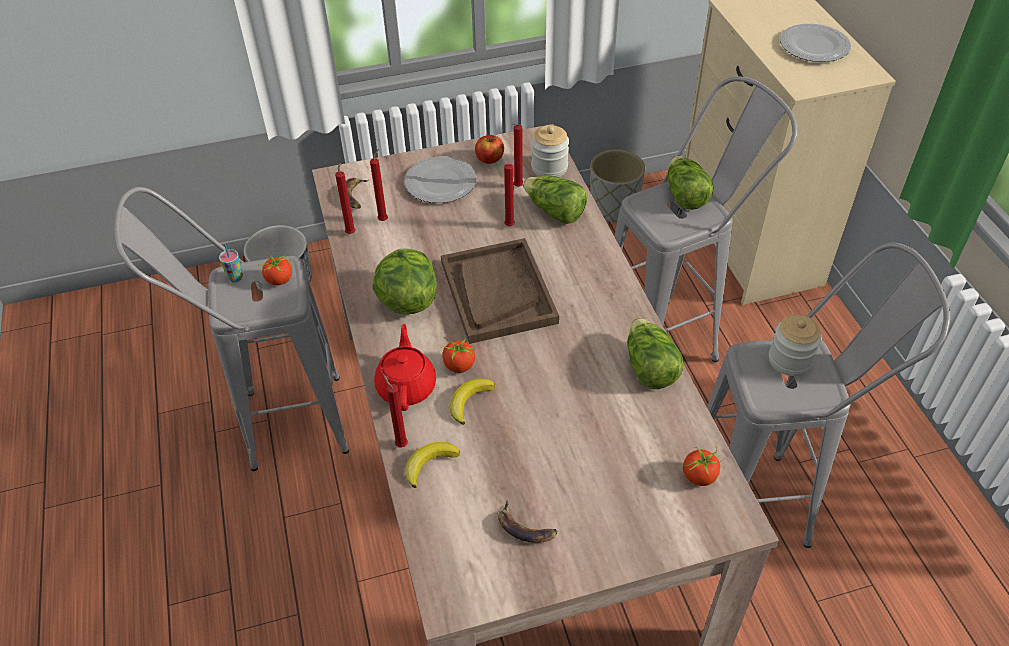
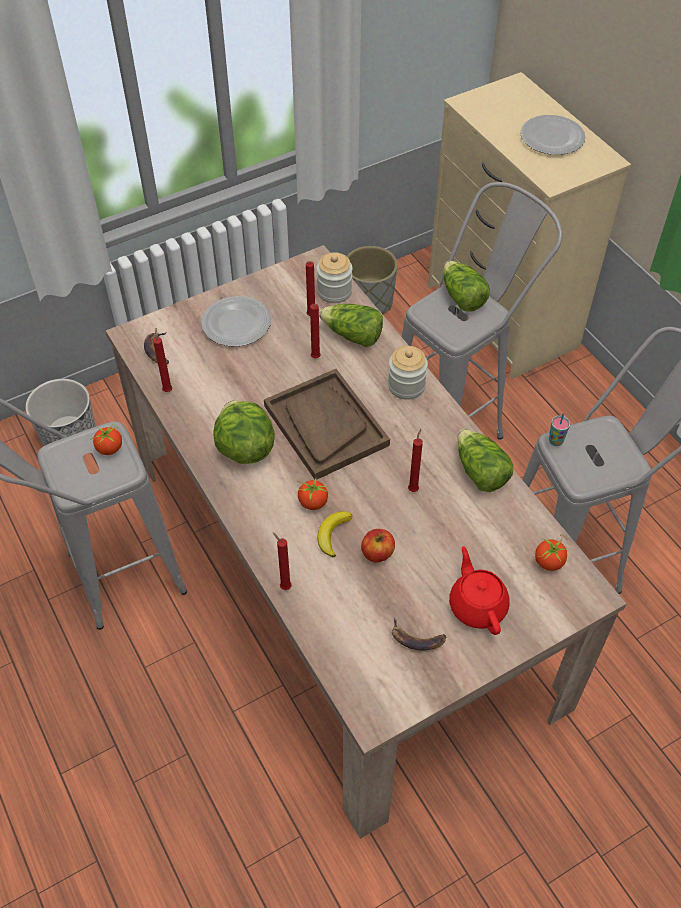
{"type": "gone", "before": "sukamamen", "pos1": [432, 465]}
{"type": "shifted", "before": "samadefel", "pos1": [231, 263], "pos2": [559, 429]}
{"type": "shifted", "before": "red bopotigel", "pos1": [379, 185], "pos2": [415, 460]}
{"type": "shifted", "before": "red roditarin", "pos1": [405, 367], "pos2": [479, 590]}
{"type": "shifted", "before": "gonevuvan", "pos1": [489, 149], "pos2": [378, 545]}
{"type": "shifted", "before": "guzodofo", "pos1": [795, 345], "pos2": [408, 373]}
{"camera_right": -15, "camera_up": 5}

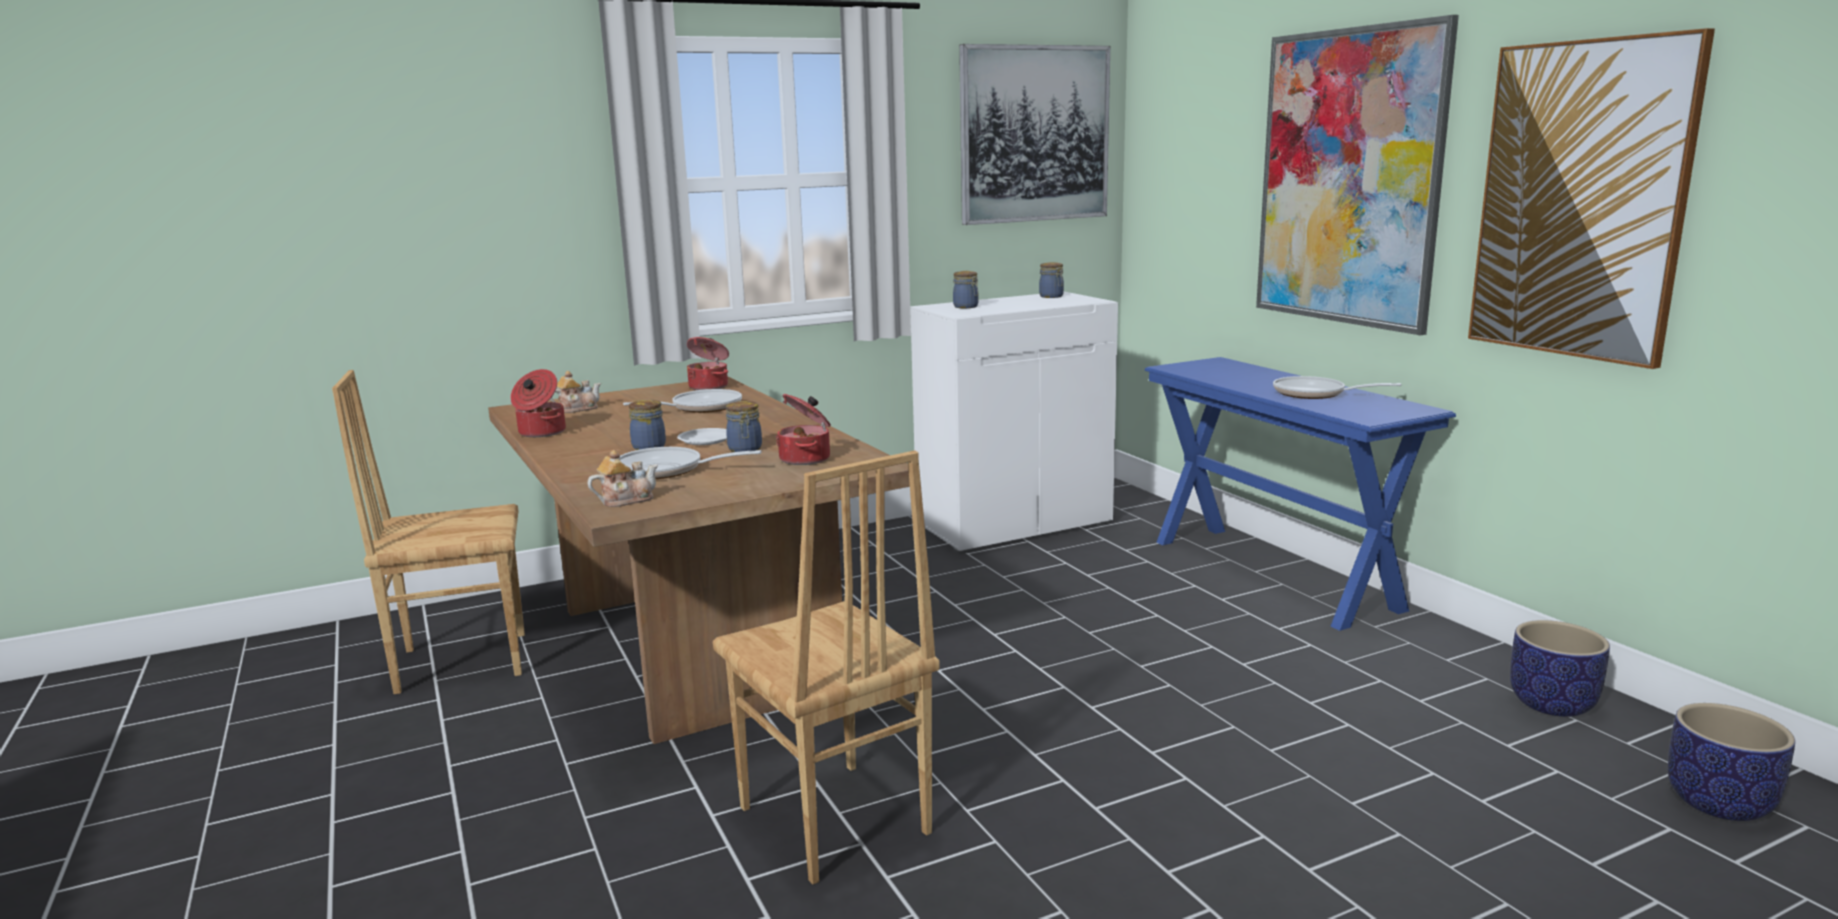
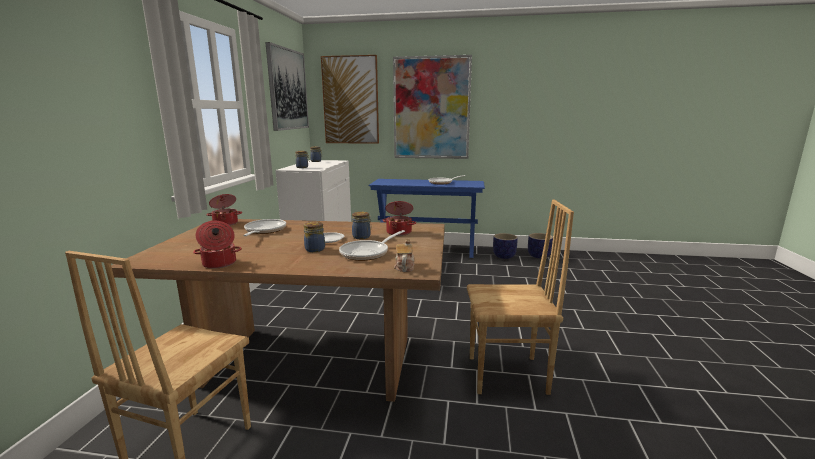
{"type": "gone", "before": "roditarin", "pos1": [575, 392]}
{"type": "shifted", "before": "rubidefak", "pos1": [1591, 198], "pos2": [350, 99]}
{"type": "shifted", "before": "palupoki", "pos1": [1731, 762], "pos2": [505, 246]}
{"camera_right": -55, "camera_up": 0}

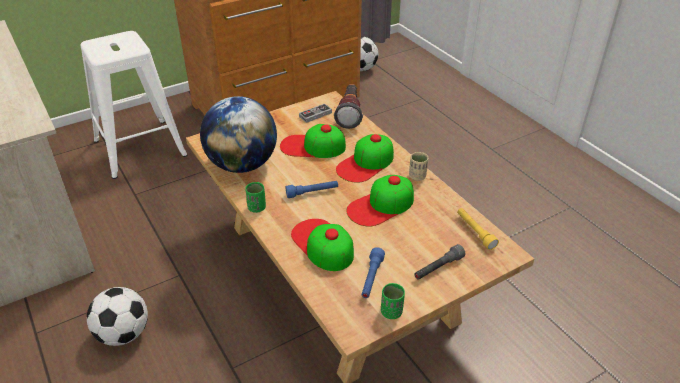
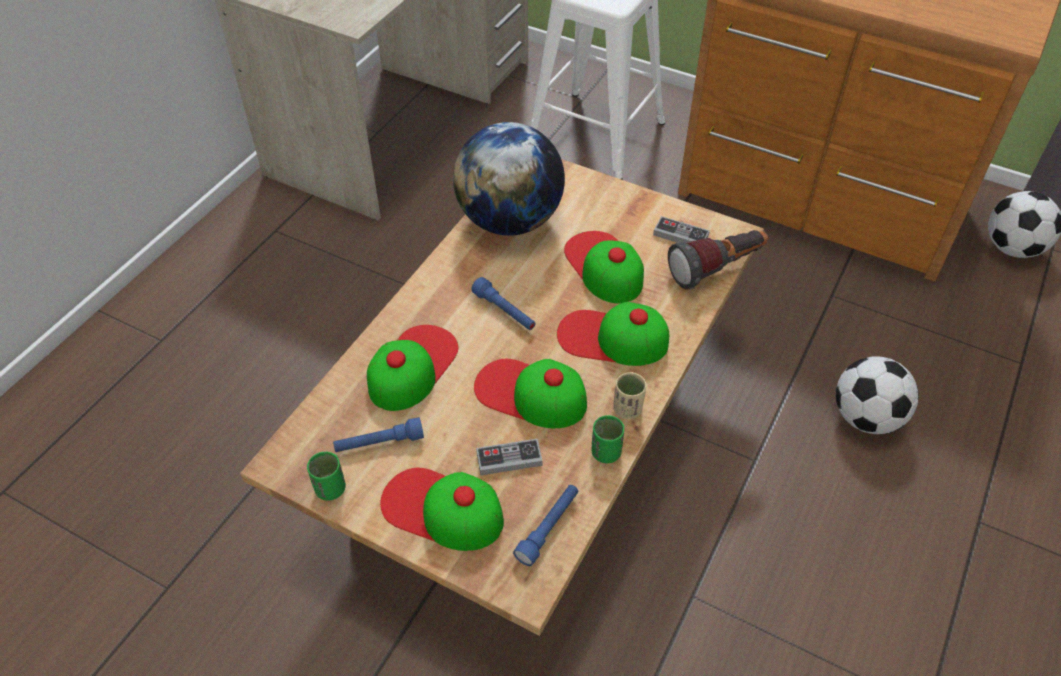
{"type": "new", "after": "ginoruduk", "pos2": [509, 457]}
{"type": "shifted", "before": "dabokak", "pos1": [117, 316], "pos2": [877, 395]}
{"type": "shifted", "before": "green samadefel", "pos1": [255, 197], "pos2": [608, 439]}
{"type": "swapped", "before": "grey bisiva", "after": "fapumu", "pos1": [439, 262], "pos2": [442, 509]}
{"type": "repainted", "before": "yellow bisiva", "after": "blue bisiva", "pos1": [478, 229], "pos2": [545, 525]}
{"camera_right": 60, "camera_up": 10}

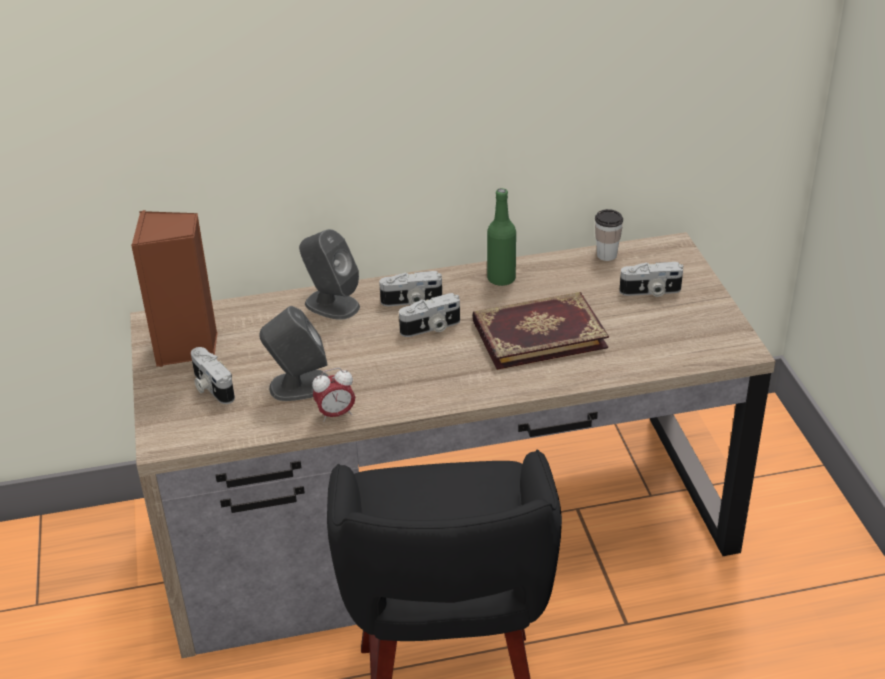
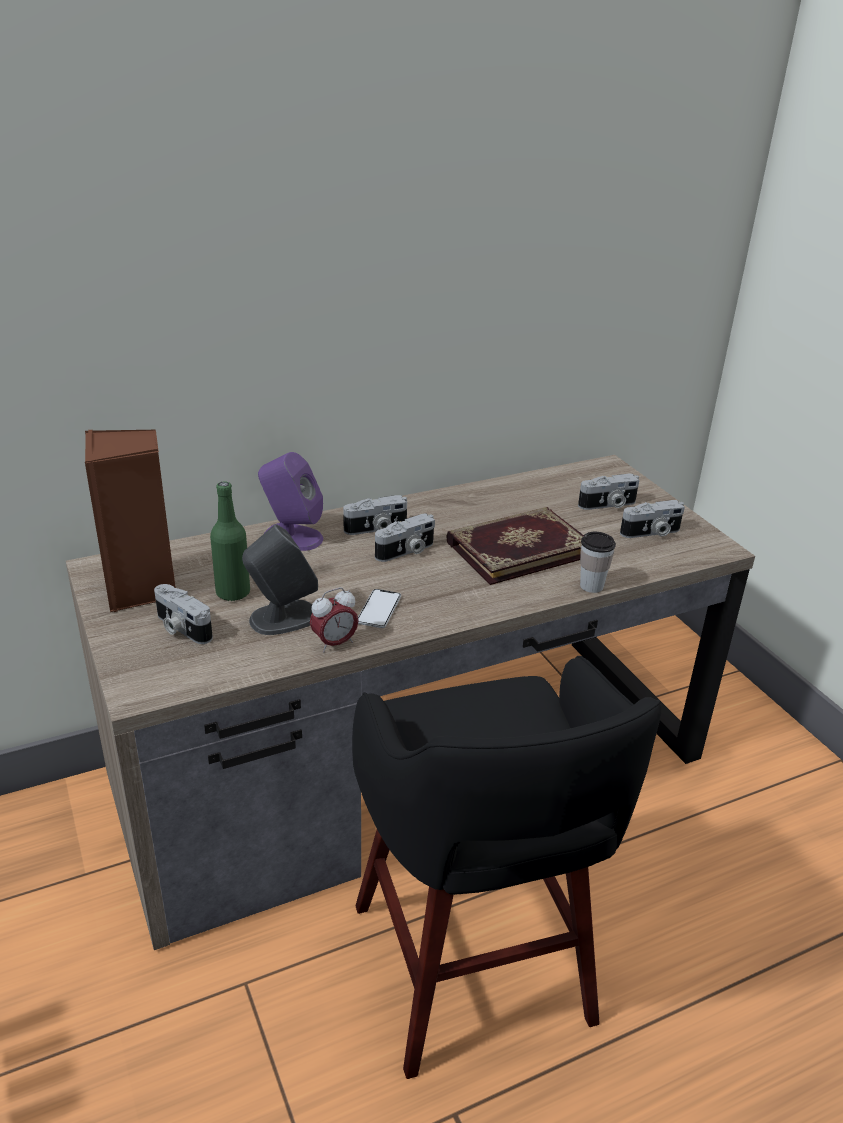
{"type": "new", "after": "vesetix", "pos2": [379, 608]}
{"type": "new", "after": "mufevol", "pos2": [652, 519]}
{"type": "shifted", "before": "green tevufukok", "pos1": [501, 237], "pos2": [230, 541]}
{"type": "shifted", "before": "samadefel", "pos1": [609, 235], "pos2": [598, 562]}
{"type": "repainted", "before": "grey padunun", "after": "purple padunun", "pos1": [329, 274], "pos2": [290, 501]}
{"camera_right": -15, "camera_up": -5}

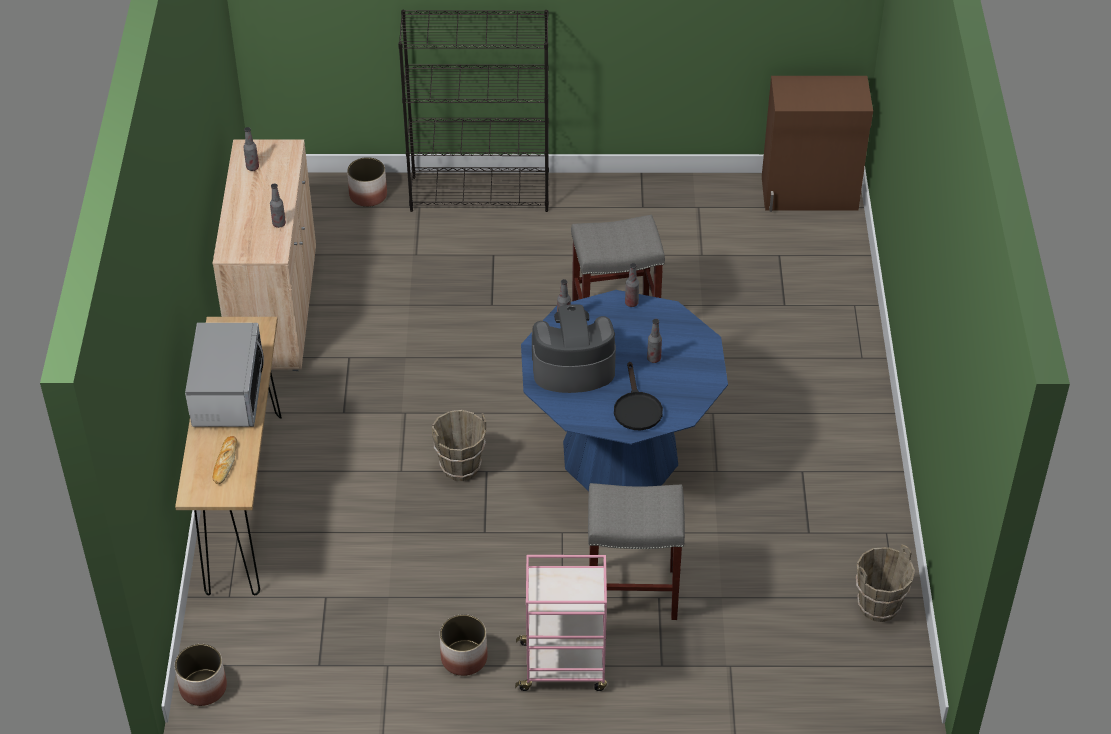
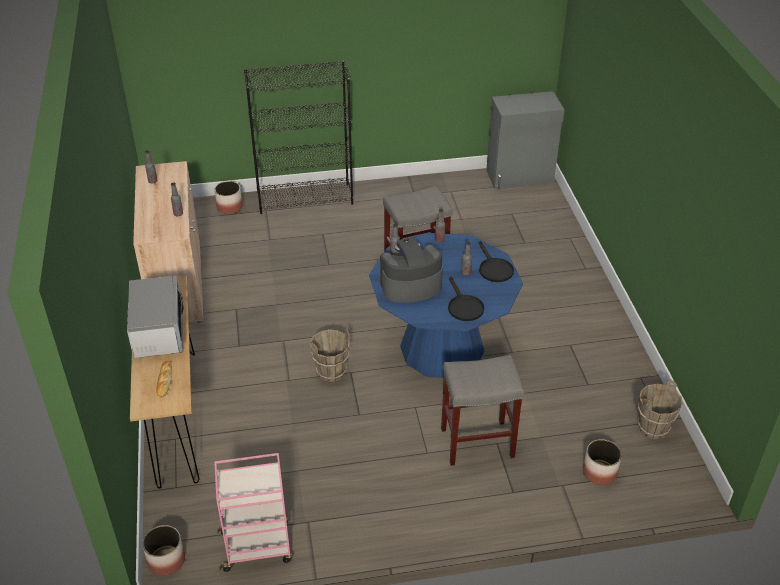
{"type": "new", "after": "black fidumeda", "pos2": [496, 261]}
{"type": "shifted", "before": "palupoki", "pos1": [464, 645], "pos2": [602, 462]}
{"type": "shifted", "before": "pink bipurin", "pos1": [561, 623], "pos2": [253, 512]}
{"type": "repainted", "before": "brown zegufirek", "after": "grey zegufirek", "pos1": [817, 144], "pos2": [525, 140]}
{"camera_right": -10, "camera_up": -5}

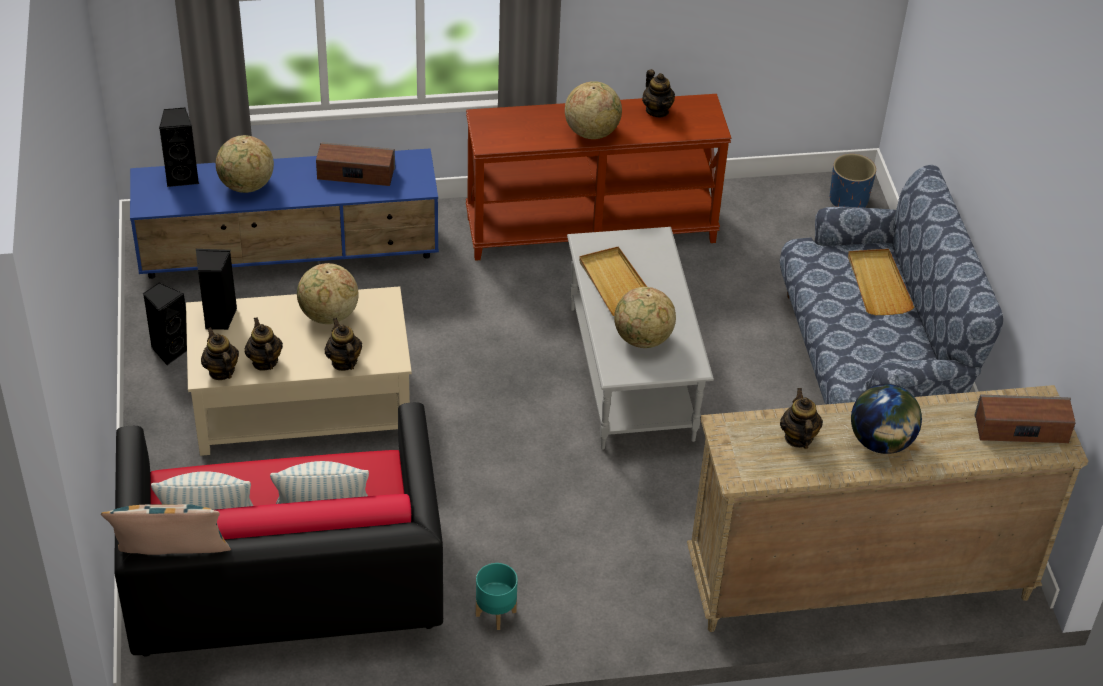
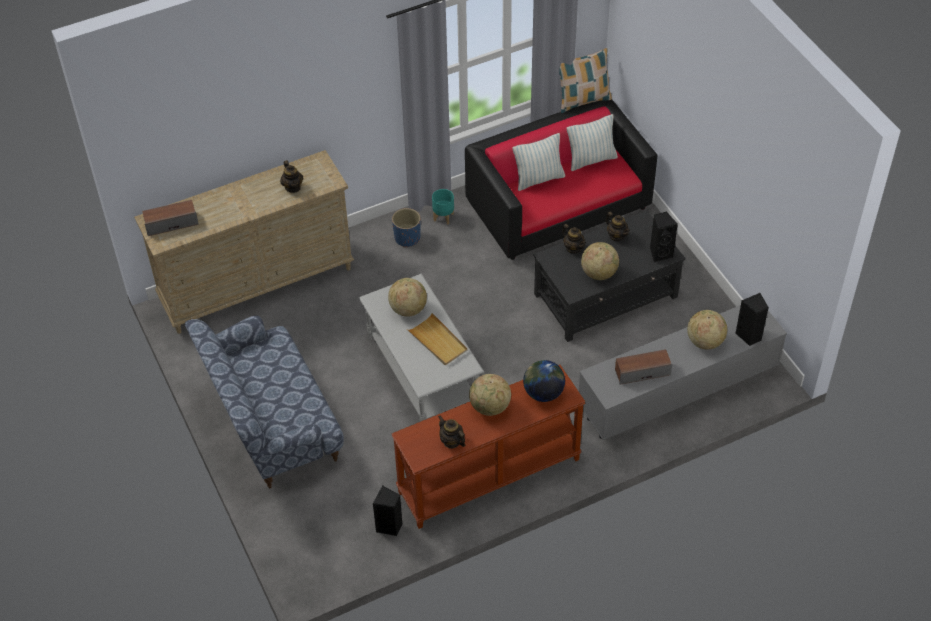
{"type": "gone", "before": "roditarin", "pos1": [220, 353]}
{"type": "gone", "before": "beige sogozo", "pos1": [881, 282]}
{"type": "shifted", "before": "black padunun", "pos1": [165, 323], "pos2": [388, 510]}
{"type": "shifted", "before": "blue palupoki", "pos1": [853, 181], "pos2": [406, 227]}
{"type": "shifted", "before": "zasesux", "pos1": [886, 419], "pos2": [544, 381]}
{"type": "repainted", "before": "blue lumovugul", "after": "grey lumovugul", "pos1": [284, 213], "pos2": [683, 372]}
{"type": "repainted", "before": "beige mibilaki", "after": "black mibilaki", "pos1": [299, 371], "pos2": [609, 276]}
{"camera_right": 165, "camera_up": 5}

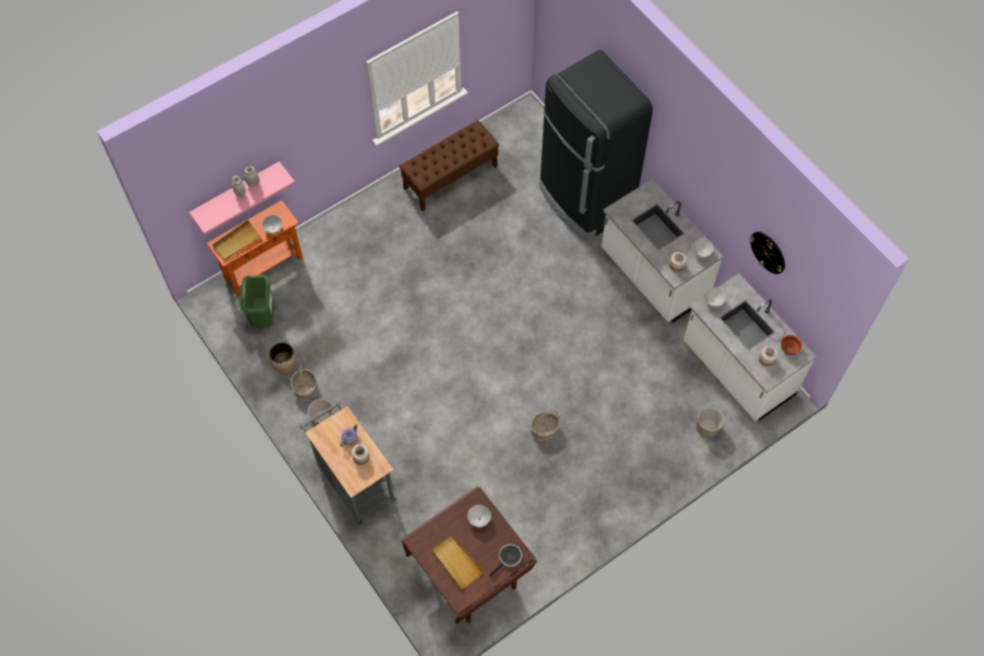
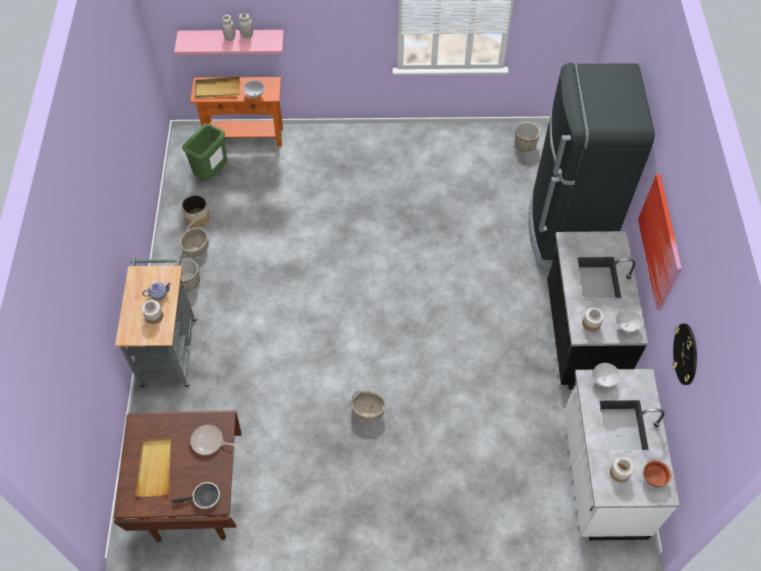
{"type": "gone", "before": "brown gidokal", "pos1": [449, 165]}
{"type": "new", "after": "rubidefak", "pos2": [660, 242]}
{"type": "shifted", "before": "palupoki", "pos1": [710, 422], "pos2": [527, 137]}
{"type": "swapped", "before": "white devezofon", "after": "fidumeda", "pos1": [479, 516], "pos2": [214, 440]}
{"type": "repainted", "before": "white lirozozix", "after": "black lirozozix", "pos1": [662, 250], "pos2": [597, 310]}
{"camera_right": 35, "camera_up": -5}

